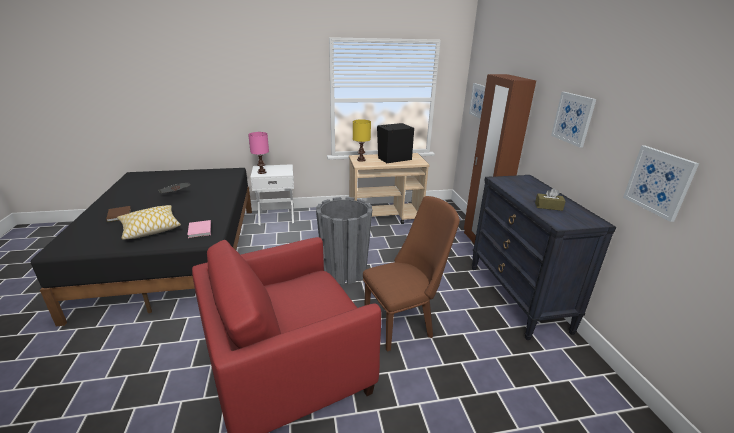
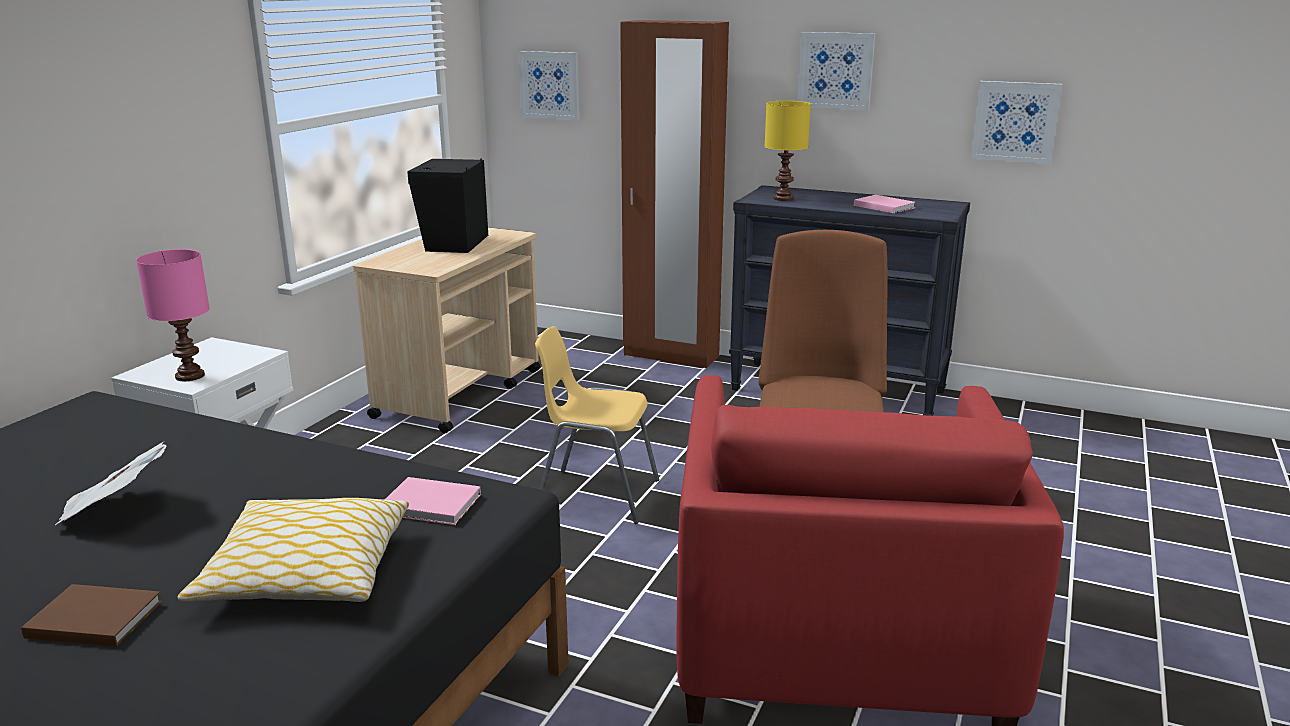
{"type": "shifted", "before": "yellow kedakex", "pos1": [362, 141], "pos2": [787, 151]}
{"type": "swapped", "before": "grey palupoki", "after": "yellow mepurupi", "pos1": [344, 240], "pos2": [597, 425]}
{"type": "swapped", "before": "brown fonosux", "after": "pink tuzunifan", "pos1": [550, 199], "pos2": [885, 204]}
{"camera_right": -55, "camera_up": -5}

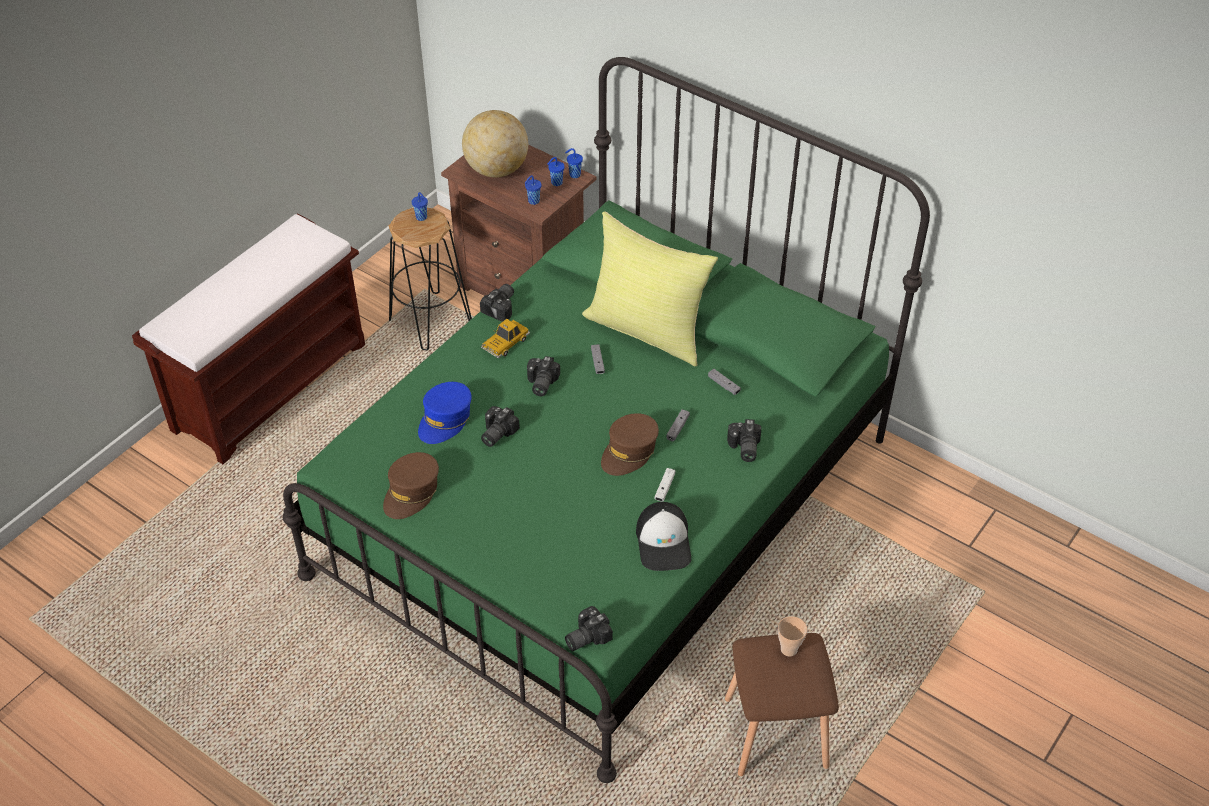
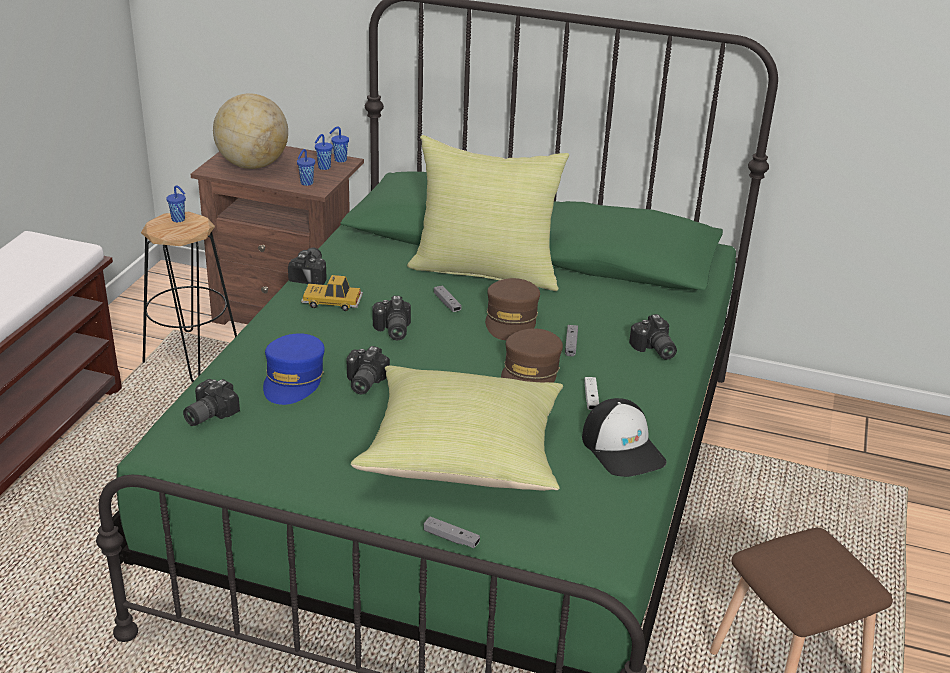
{"type": "gone", "before": "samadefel", "pos1": [792, 636]}
{"type": "new", "after": "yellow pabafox", "pos2": [457, 428]}
{"type": "shifted", "before": "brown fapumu", "pos1": [411, 485], "pos2": [512, 309]}
{"type": "shifted", "before": "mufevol", "pos1": [589, 628], "pos2": [211, 402]}
{"type": "shifted", "before": "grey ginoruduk", "pos1": [724, 382], "pos2": [452, 532]}
{"type": "rotated", "before": "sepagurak", "pos1": [505, 338], "pos2": [332, 293], "turn": 75}
{"camera_right": -20, "camera_up": -15}

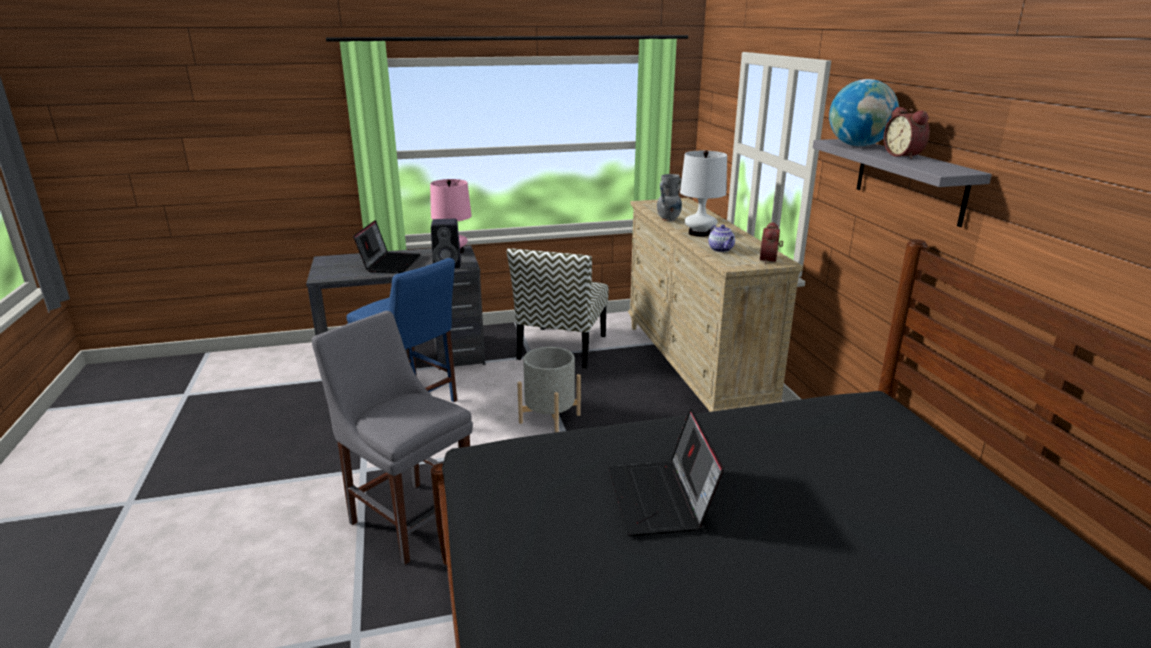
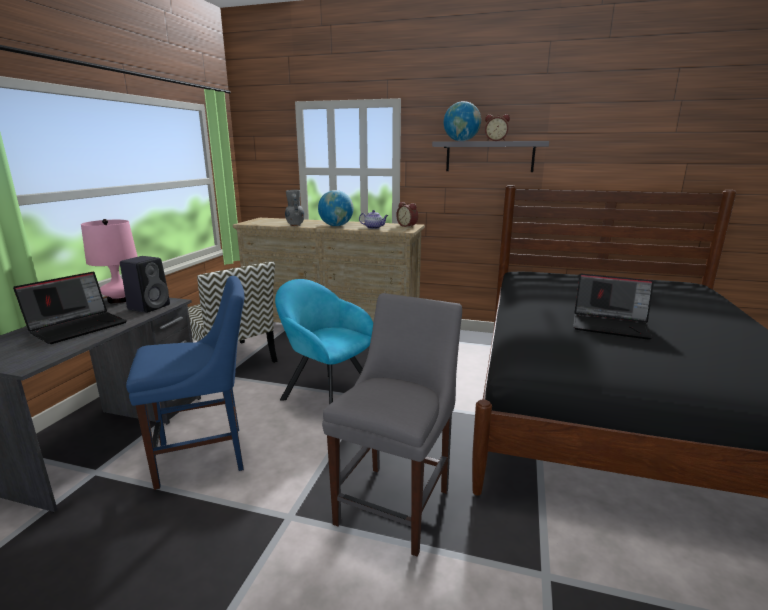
{"type": "swapped", "before": "grey palupoki", "after": "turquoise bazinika", "pos1": [549, 389], "pos2": [324, 342]}
{"type": "swapped", "before": "white kedakex", "after": "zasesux", "pos1": [703, 194], "pos2": [335, 208]}
{"type": "rotated", "before": "grey mepurupi", "pos1": [392, 438], "pos2": [392, 424], "turn": 135}
{"type": "rotated", "before": "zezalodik", "pos1": [387, 246], "pos2": [70, 308], "turn": 90}
{"camera_right": -60, "camera_up": -5}

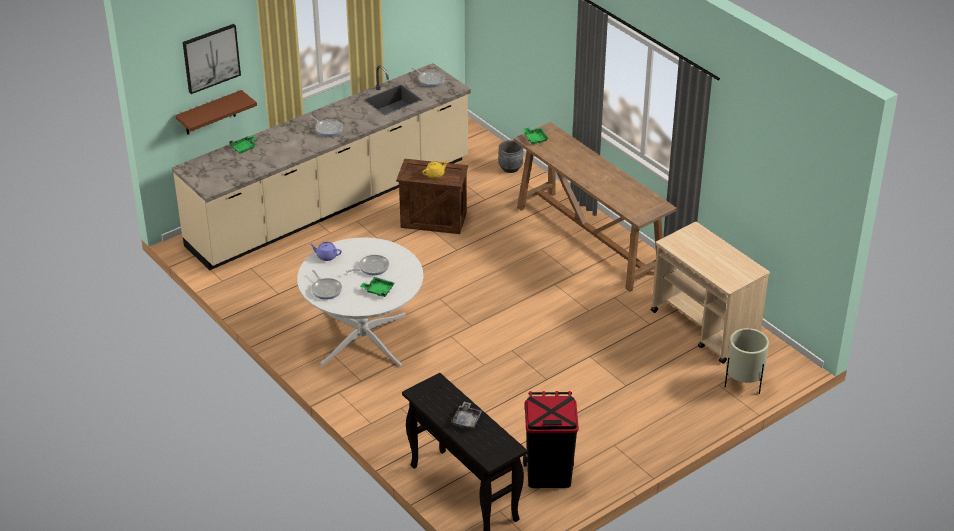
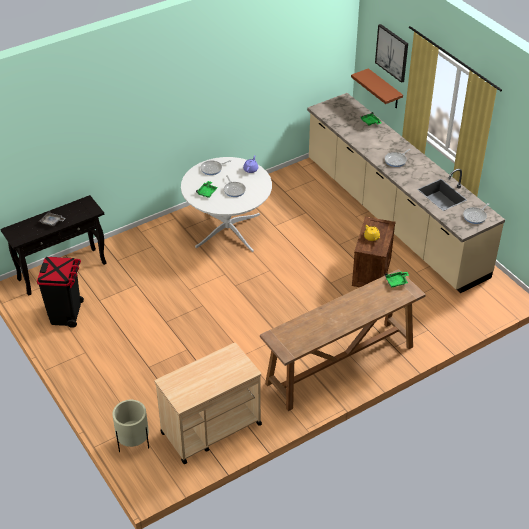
{"type": "gone", "before": "grey palupoki", "pos1": [511, 156]}
{"camera_right": 95, "camera_up": 5}

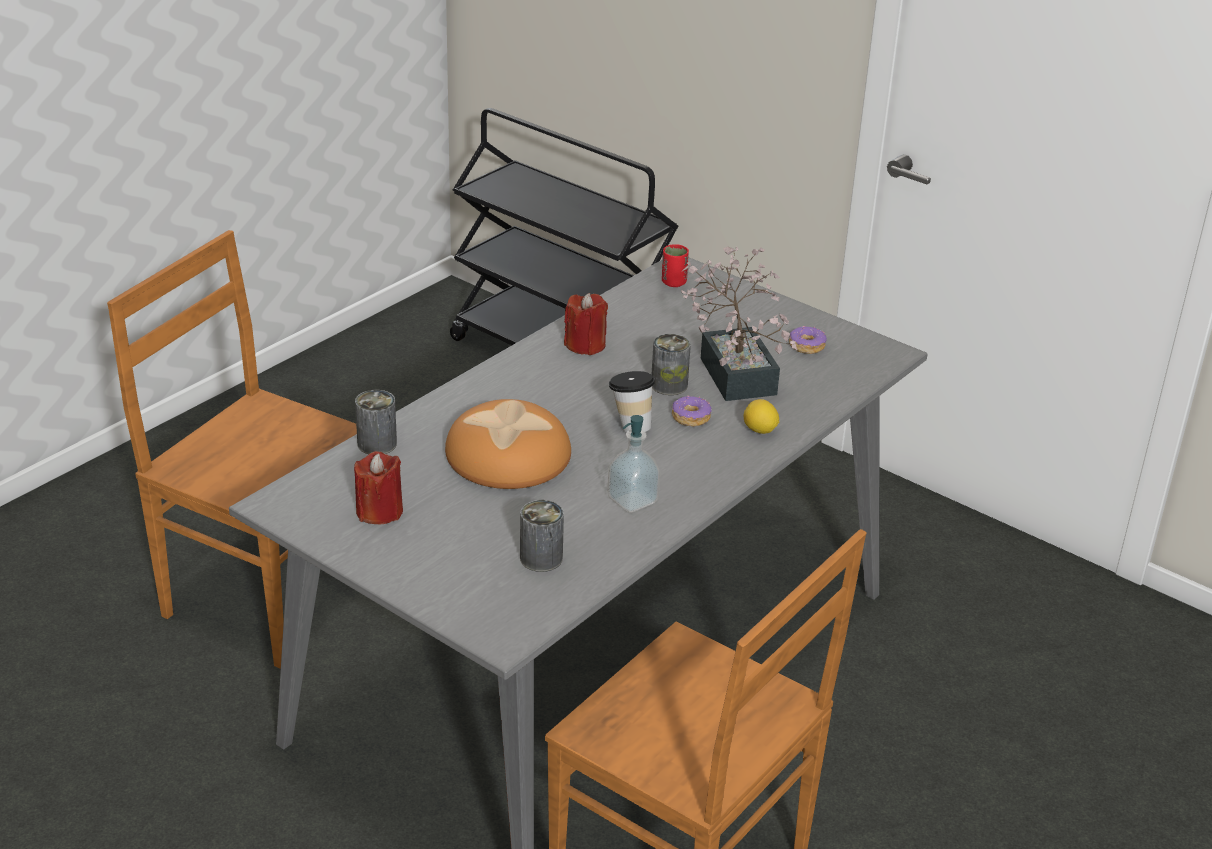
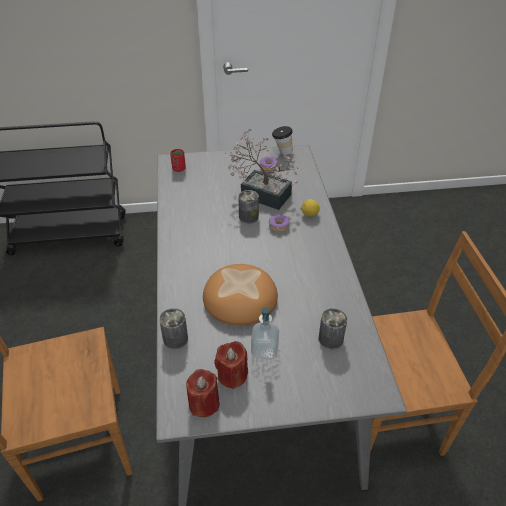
{"type": "shifted", "before": "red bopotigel", "pos1": [586, 324], "pos2": [203, 393]}
{"type": "shifted", "before": "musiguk", "pos1": [633, 464], "pos2": [265, 333]}
{"type": "shifted", "before": "samadefel", "pos1": [632, 402], "pos2": [282, 140]}
{"camera_right": -45, "camera_up": 10}

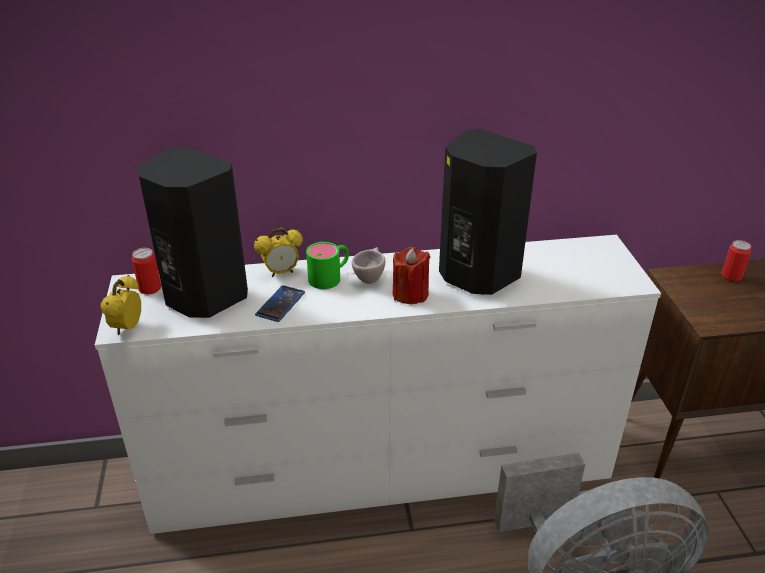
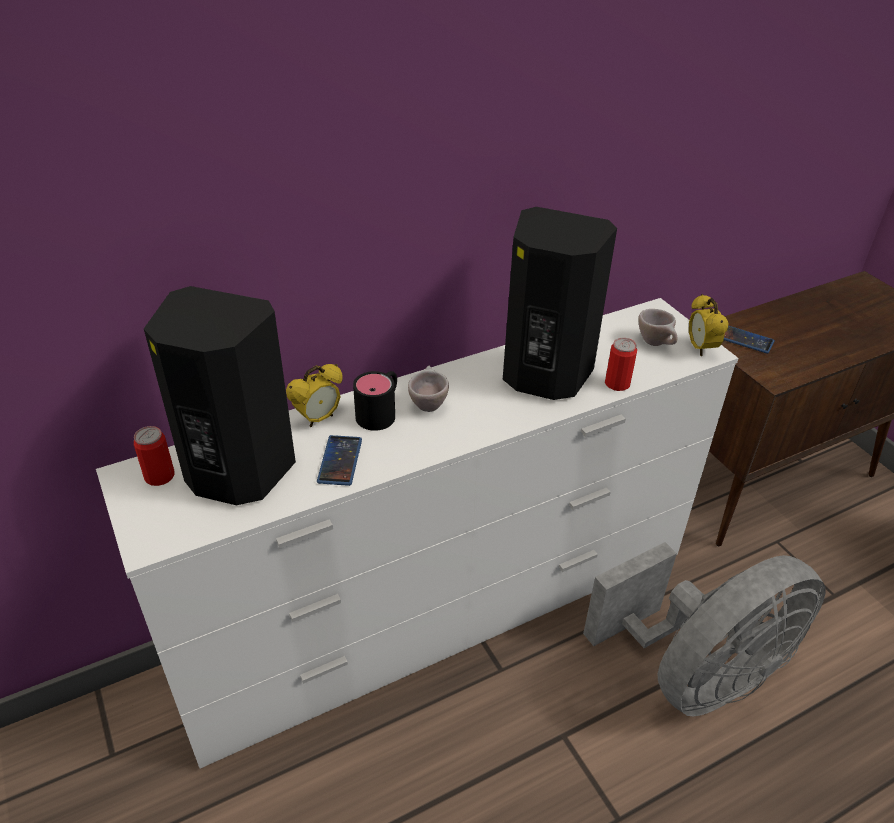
{"type": "gone", "before": "red bopotigel", "pos1": [411, 275]}
{"type": "new", "after": "beige samadefel", "pos2": [657, 327]}
{"type": "new", "after": "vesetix", "pos2": [749, 340]}
{"type": "shifted", "before": "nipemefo", "pos1": [121, 305], "pos2": [709, 325]}
{"type": "shifted", "before": "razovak", "pos1": [736, 260], "pos2": [621, 364]}
{"type": "repainted", "before": "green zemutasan", "after": "black zemutasan", "pos1": [327, 265], "pos2": [375, 401]}
{"camera_right": -20, "camera_up": 5}

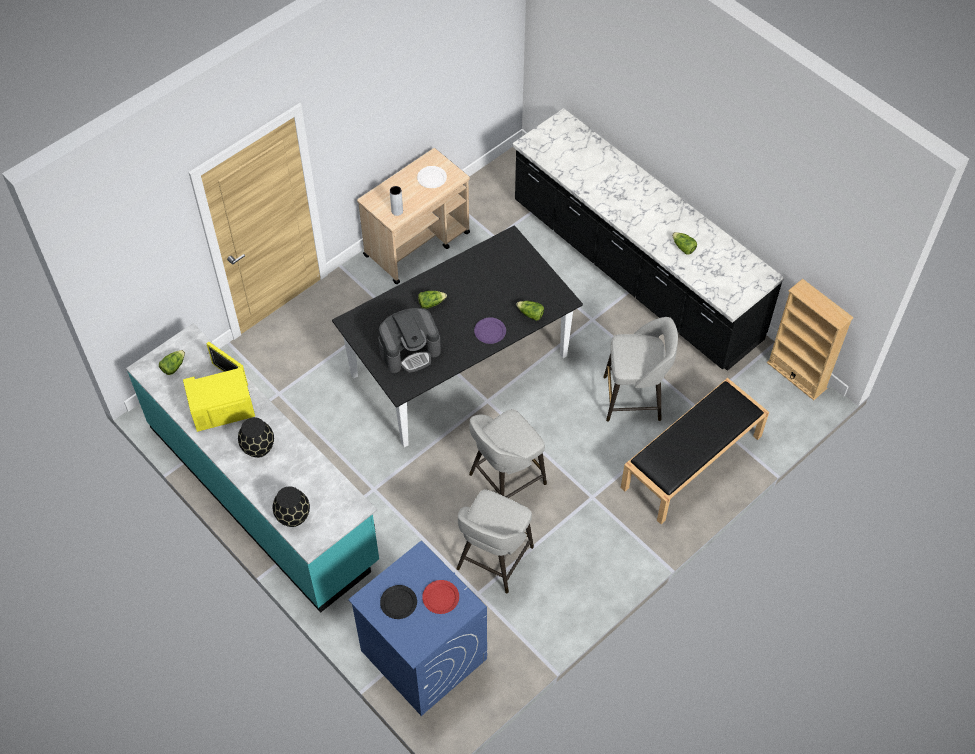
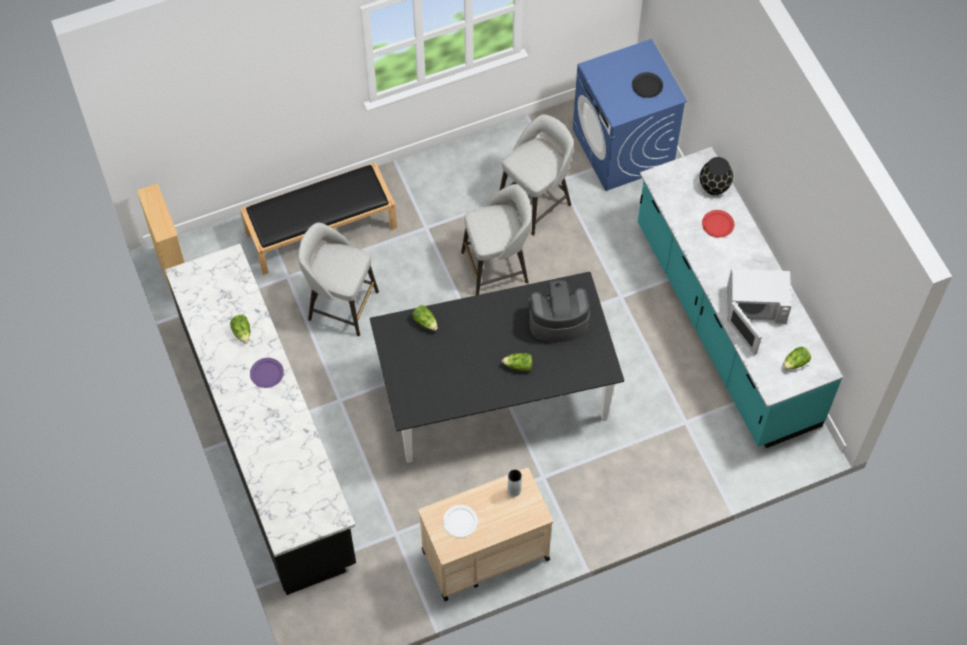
{"type": "gone", "before": "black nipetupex", "pos1": [256, 437]}
{"type": "shifted", "before": "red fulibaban", "pos1": [440, 597], "pos2": [718, 224]}
{"type": "shifted", "before": "purple fulibaban", "pos1": [490, 331], "pos2": [267, 373]}
{"type": "repainted", "before": "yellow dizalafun", "after": "white dizalafun", "pos1": [219, 387], "pos2": [759, 312]}
{"camera_right": -160, "camera_up": 5}

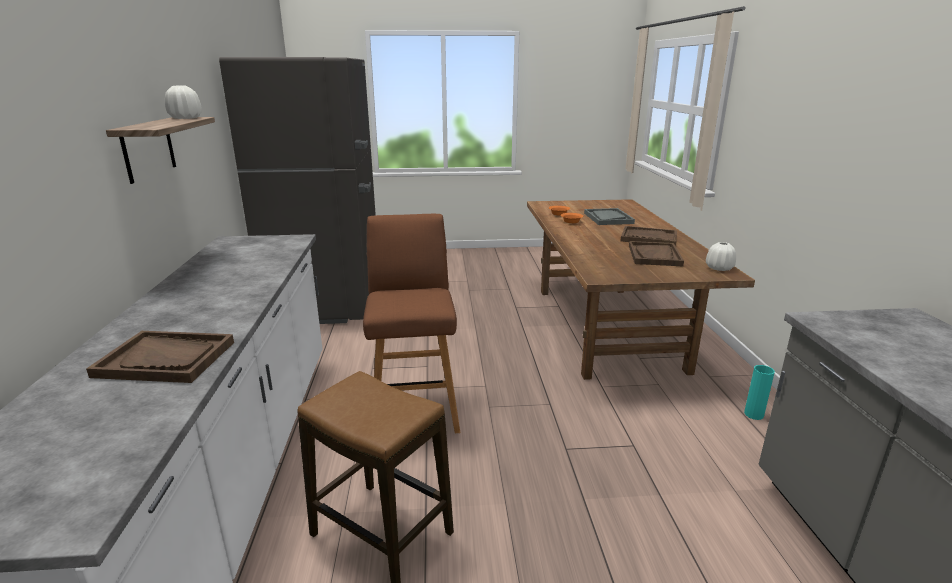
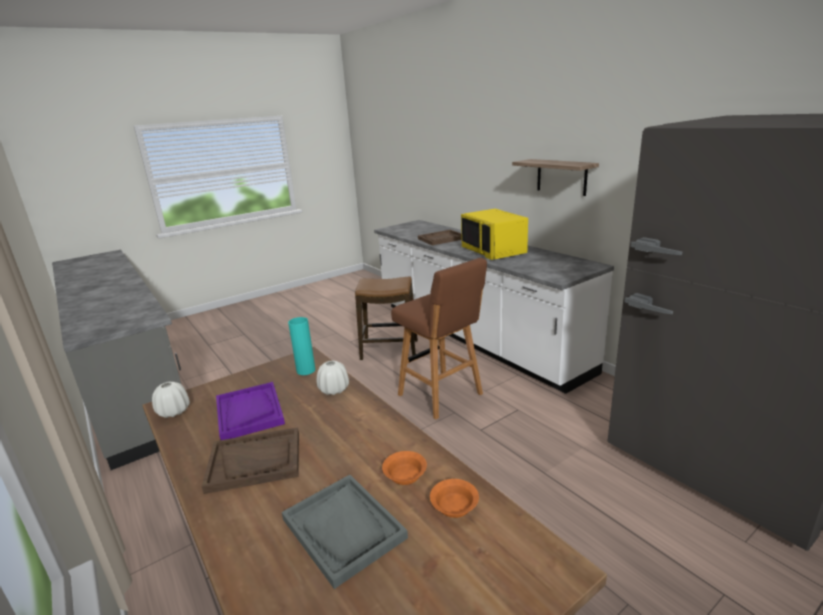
{"type": "new", "after": "yellow dizalafun", "pos2": [494, 234]}
{"type": "shifted", "before": "white nipetupex", "pos1": [183, 102], "pos2": [333, 377]}
{"type": "shifted", "before": "turquoise nipetupex", "pos1": [759, 392], "pos2": [302, 346]}
{"type": "repainted", "before": "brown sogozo", "after": "purple sogozo", "pos1": [656, 253], "pos2": [250, 411]}
{"camera_right": 150, "camera_up": 0}

